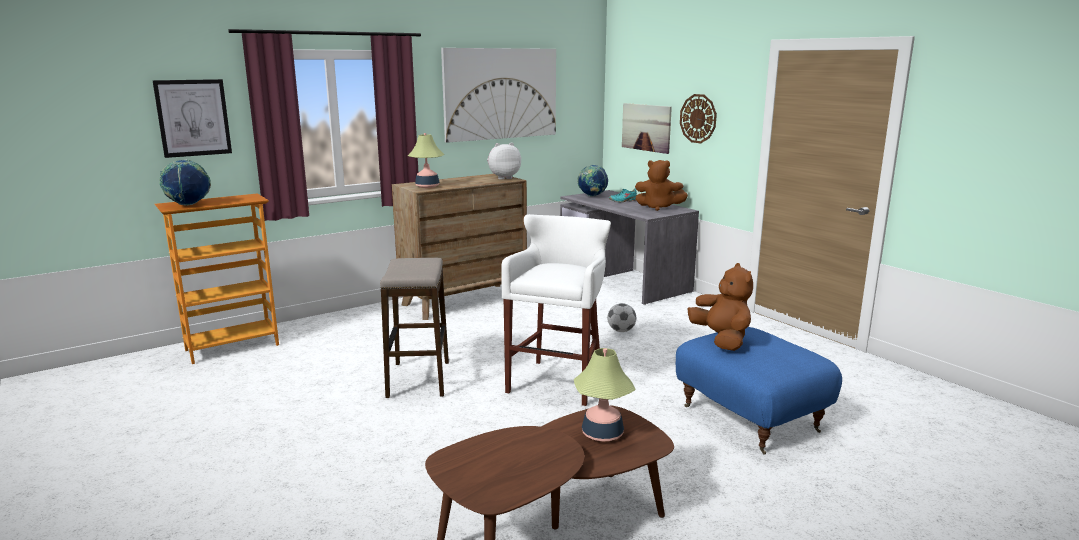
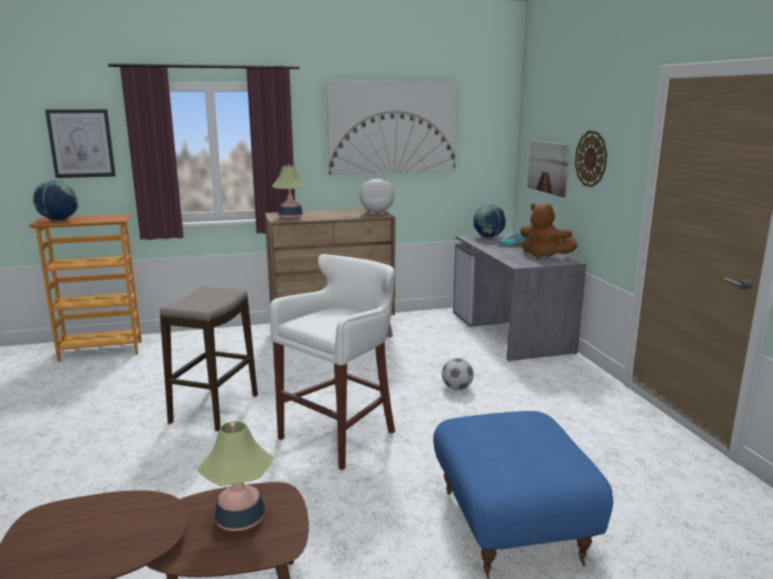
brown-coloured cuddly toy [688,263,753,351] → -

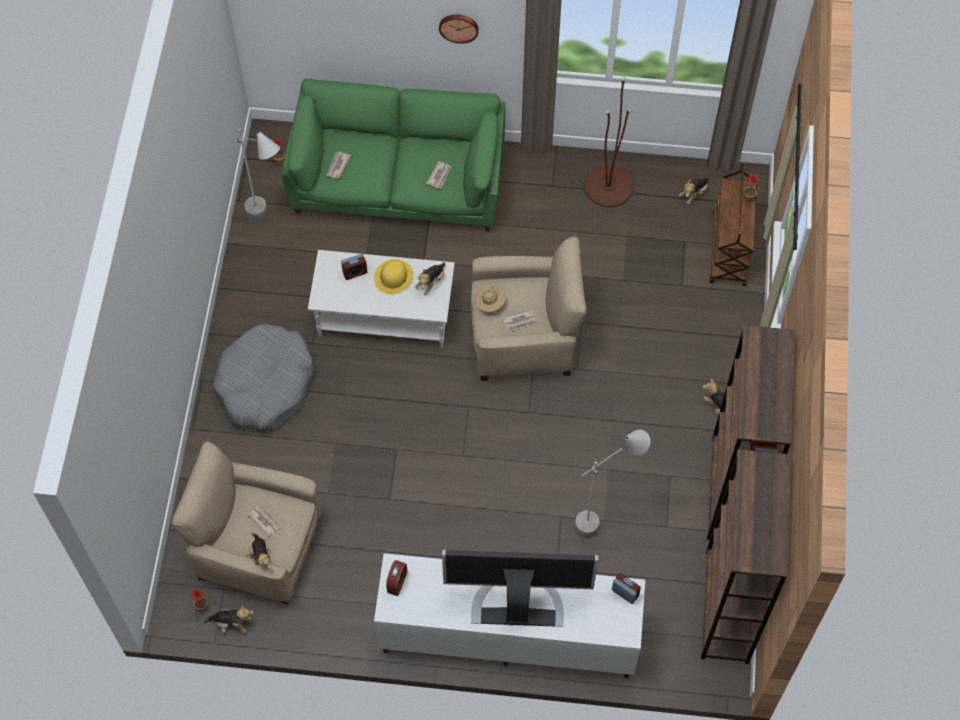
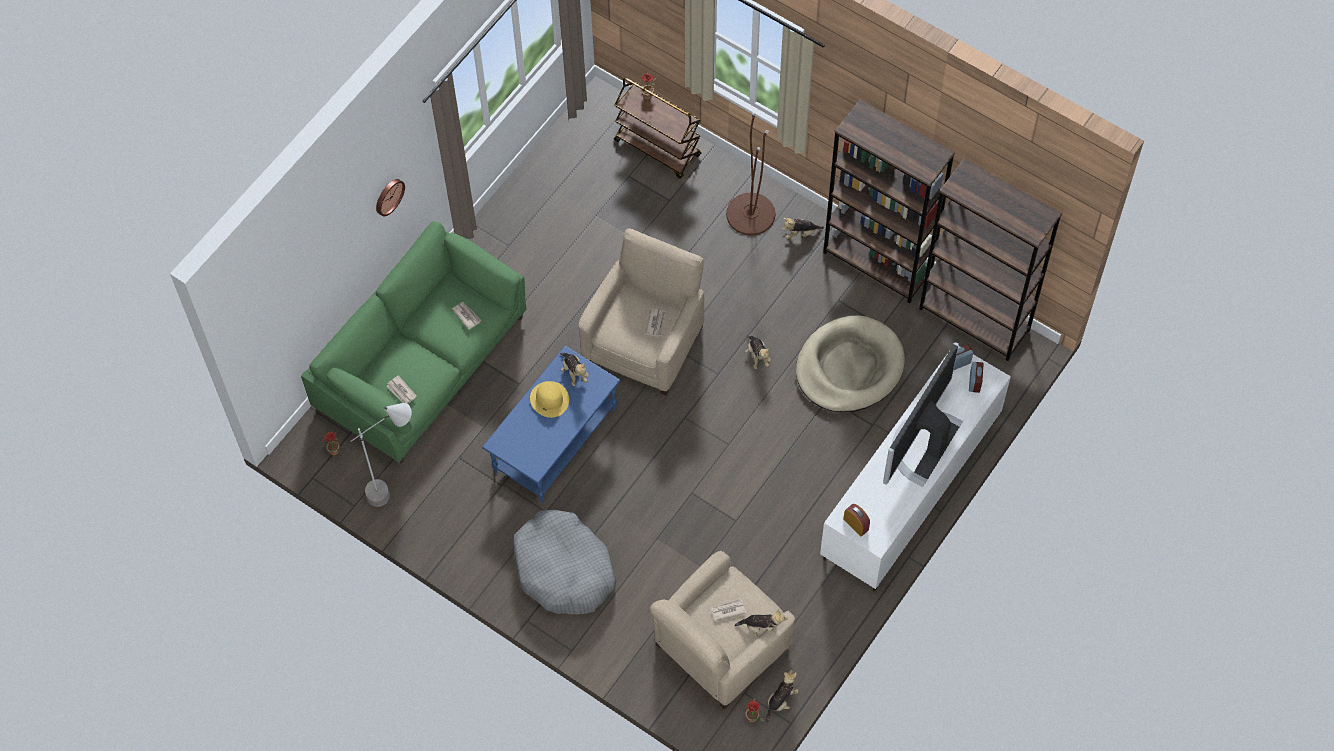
whitish coffee table [308,250,455,348] → blue-coloured coffee table [482,346,620,503]
brown-coloured standing lamp [584,77,633,207] → brown-coloured standing lamp [726,112,775,235], moved
cuddly toy [679,177,709,204] → cuddly toy [745,335,771,369], moved
gray standing lamp [575,430,650,539] → beige-coloured pet bed [796,315,905,412]
bedside clock [341,254,367,280] → bedside clock [969,362,984,393], moved
beige-coloured hat [475,286,506,312] → -

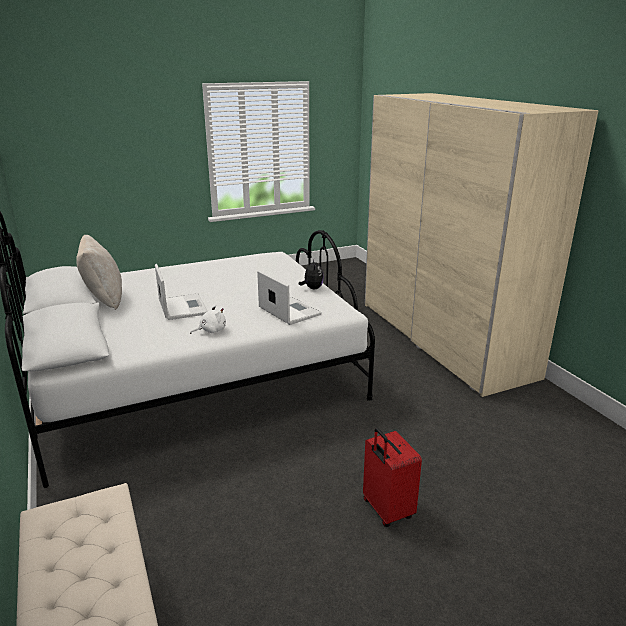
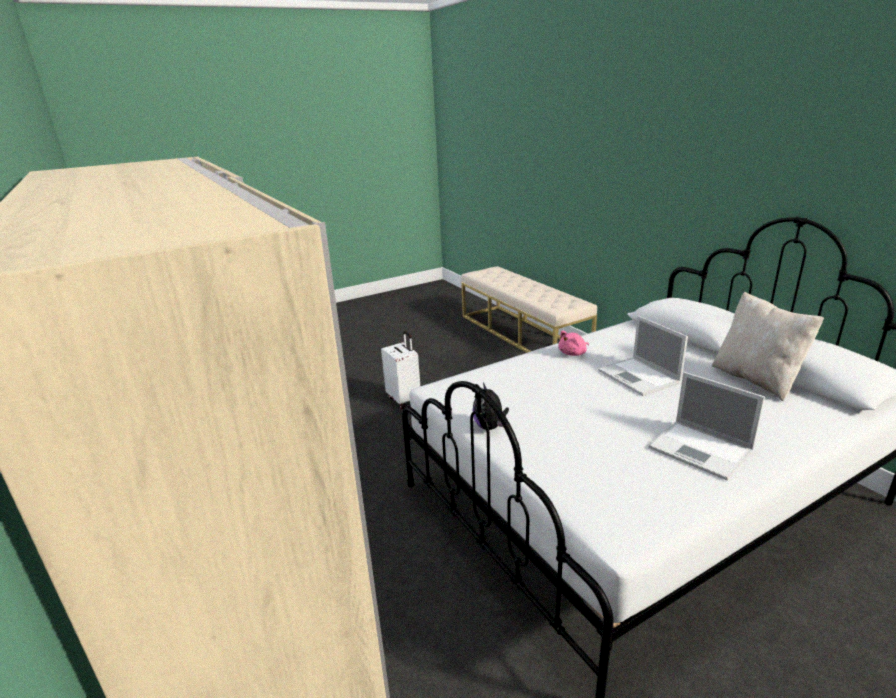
red suitcase [363,428,422,527] → whitish suitcase [381,331,420,409]
whitish cuddly toy [190,305,226,334] → pink-coloured cuddly toy [558,331,589,356]
portable computer [257,270,322,325] → portable computer [649,372,765,481], moved

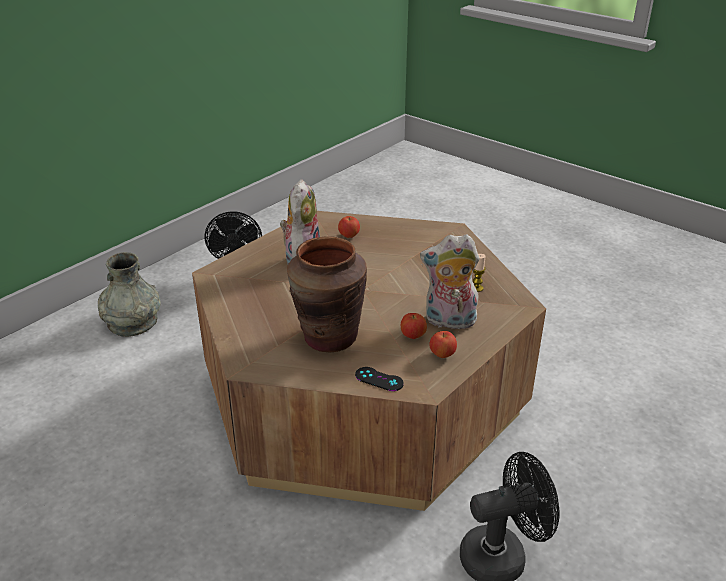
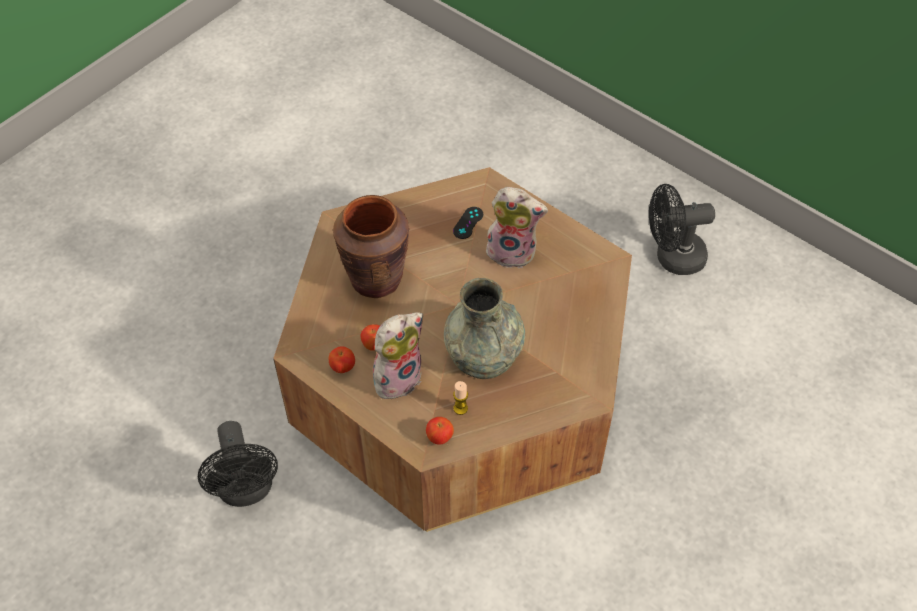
cuddly toy [420,234,480,329] → cuddly toy [373,312,423,399], 45 degrees clockwise
apple [338,216,360,238] → apple [426,417,454,445], moved
gray vase [98,252,160,337] → gray vase [444,278,525,379], moved
black-coloured gamepad [355,367,404,391] → black-coloured gamepad [453,207,483,239], moved

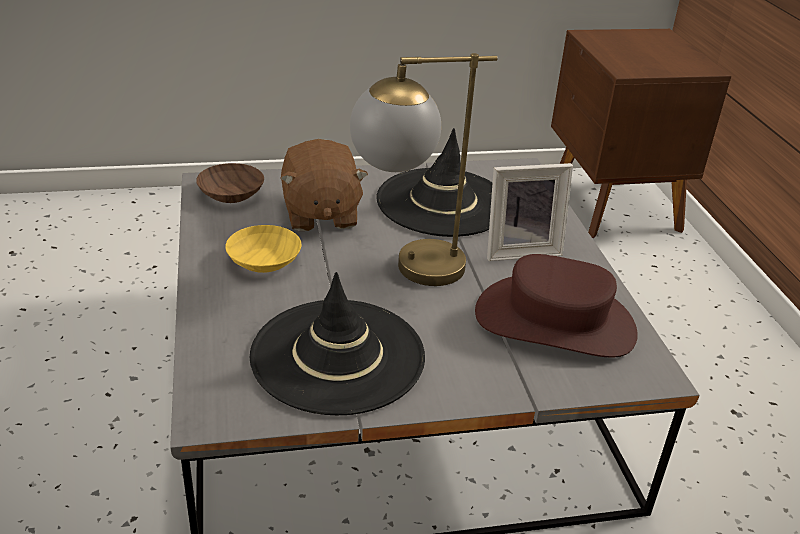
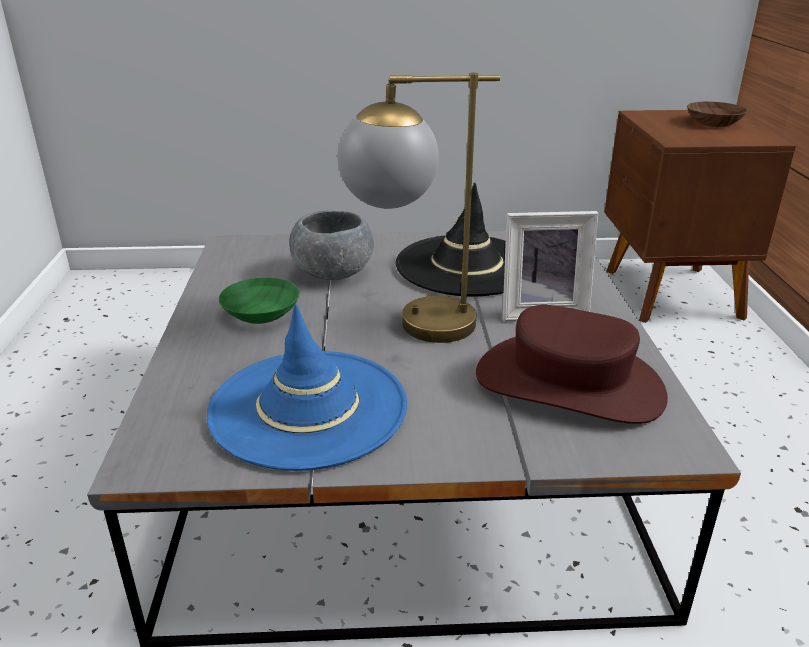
black-coloured hat [249,272,425,415] → blue-coloured hat [207,304,407,471]
yellow-coloured serving bowl [225,225,302,273] → green serving bowl [219,277,300,324]
brown-coloured cuddly toy [280,139,368,231] → gray serving bowl [289,210,374,280]
brown-coloured serving bowl [196,163,264,203] → brown-coloured serving bowl [687,102,748,127], moved

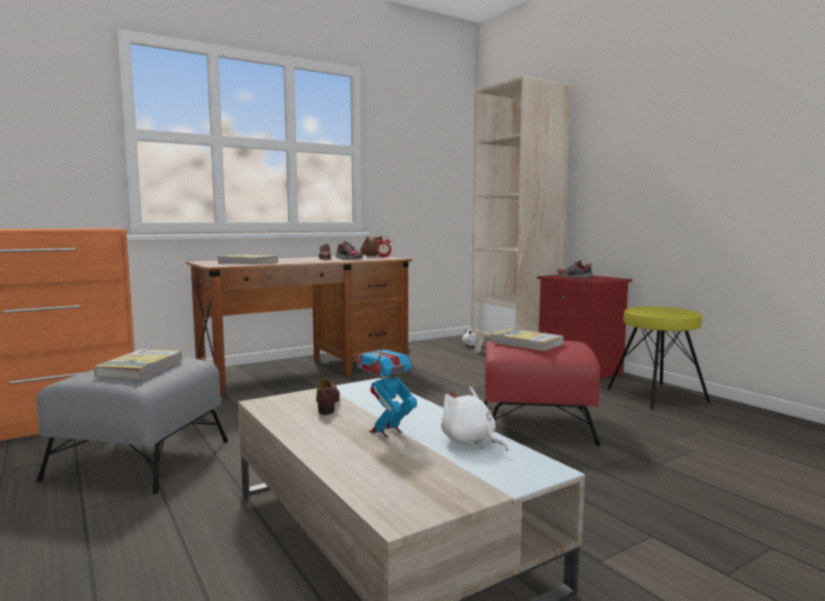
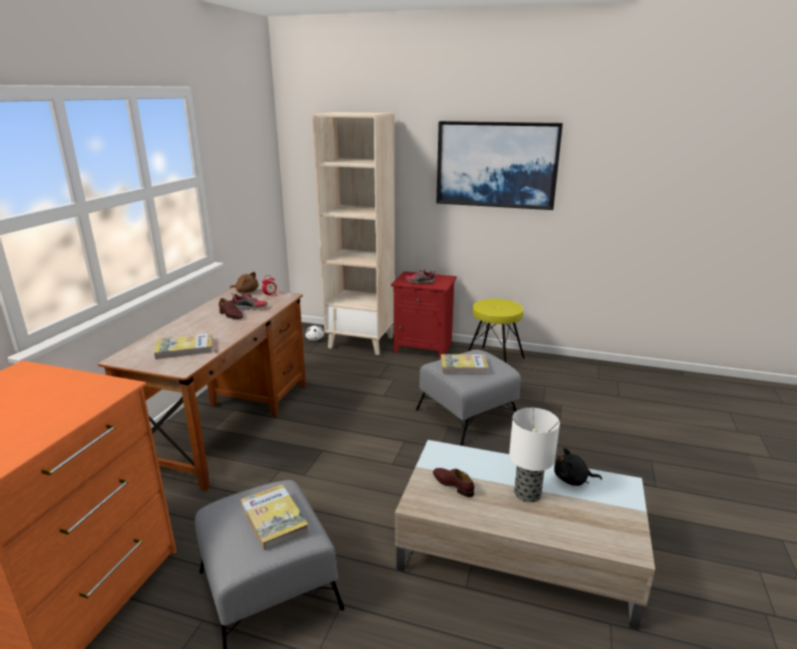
red pouffe [484,340,600,446] → gray pouffe [416,349,521,446]
- → wall picture [436,121,563,210]
robot figure [357,339,417,438] → tabletop lamp [509,408,560,503]
whitish cuddly toy [441,387,508,451] → black-coloured cuddly toy [554,448,602,486]

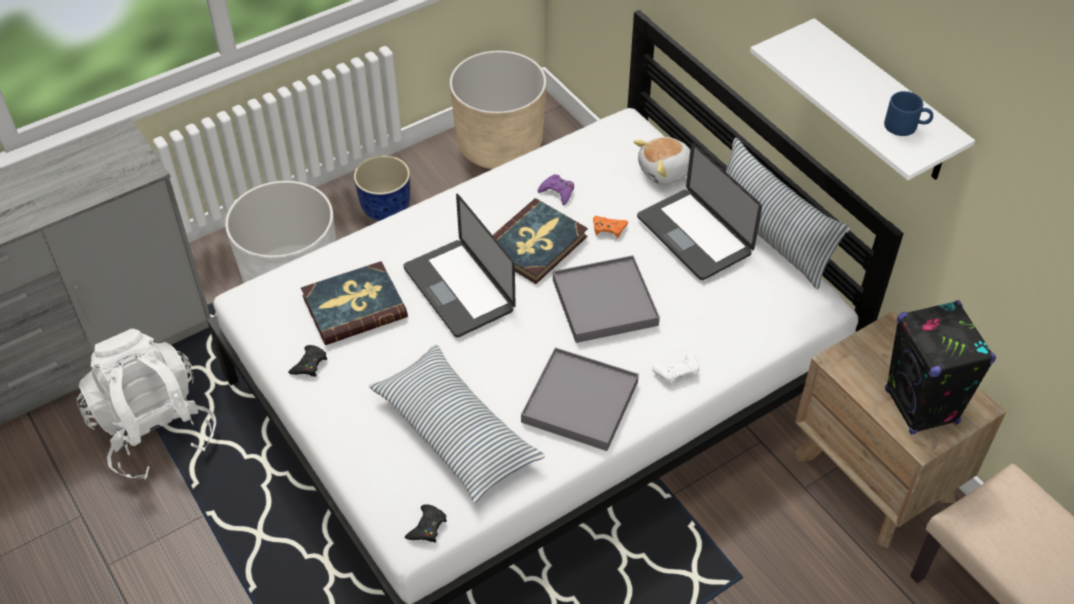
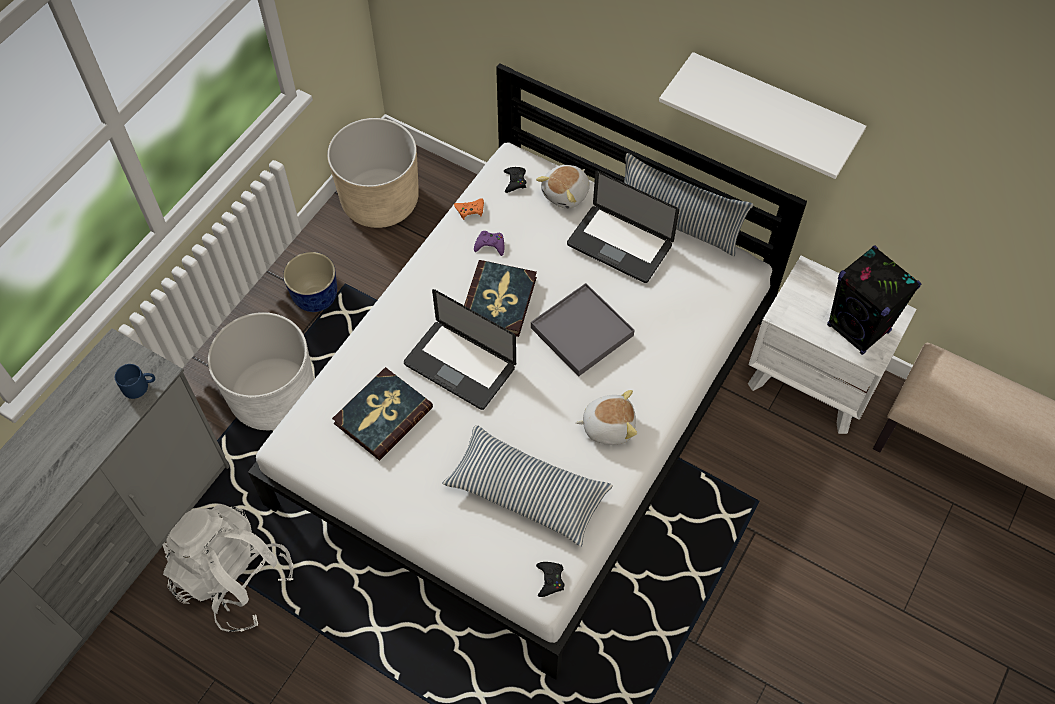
blue-coloured tea mug [884,91,933,136] → blue-coloured tea mug [115,364,155,399], moved
orange-coloured gamepad [593,216,628,239] → orange-coloured gamepad [454,198,484,220], moved
black-coloured gamepad [288,345,327,377] → black-coloured gamepad [504,167,526,193], moved
gray carrying tray [521,348,639,451] → cuddly toy [575,390,637,445]
brown-coloured bedside table [795,311,1006,548] → whitish bedside table [748,256,917,434]
whitish gamepad [652,353,699,385] → -

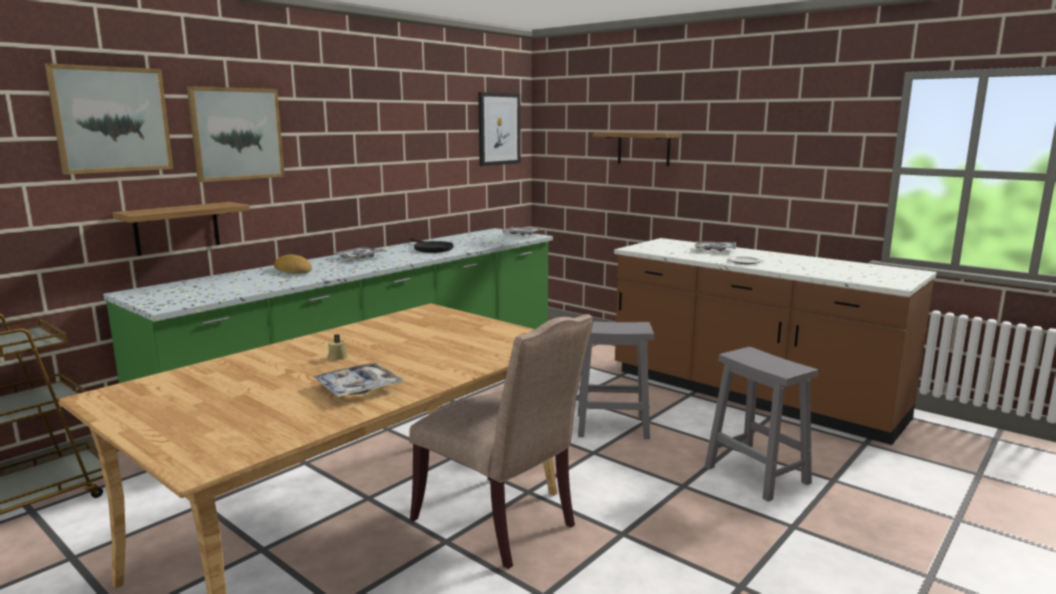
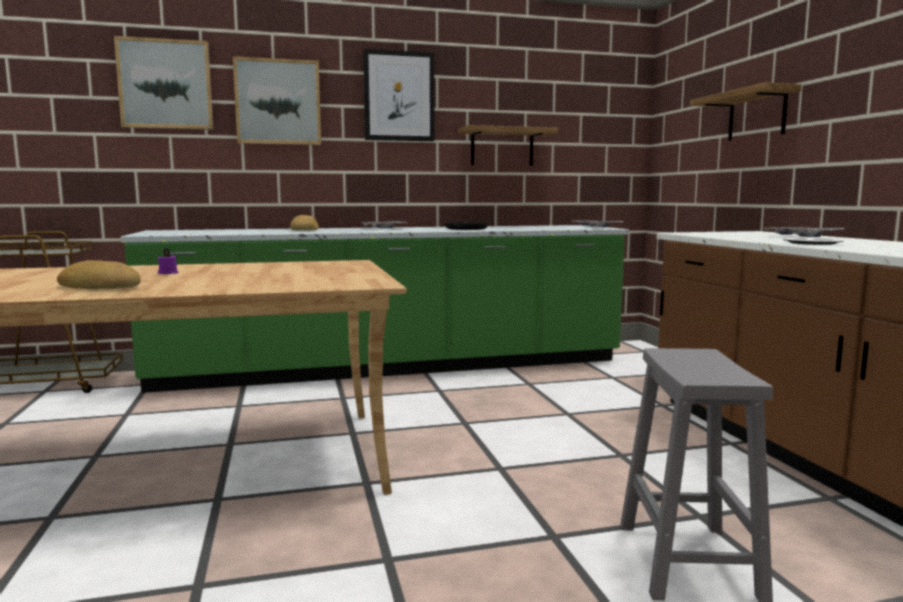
carrying tray [313,362,404,397] → baked bread [57,260,141,289]
beige-coloured wax candle [327,334,348,360] → purple-coloured wax candle [158,249,179,274]
wall picture [478,92,520,166] → wall picture [363,49,434,141], moved
wall shelf [112,202,250,256] → wall shelf [458,125,558,166], moved
beige-coloured plain chair [409,314,593,569] → -
gray sitting stool [578,321,654,439] → -

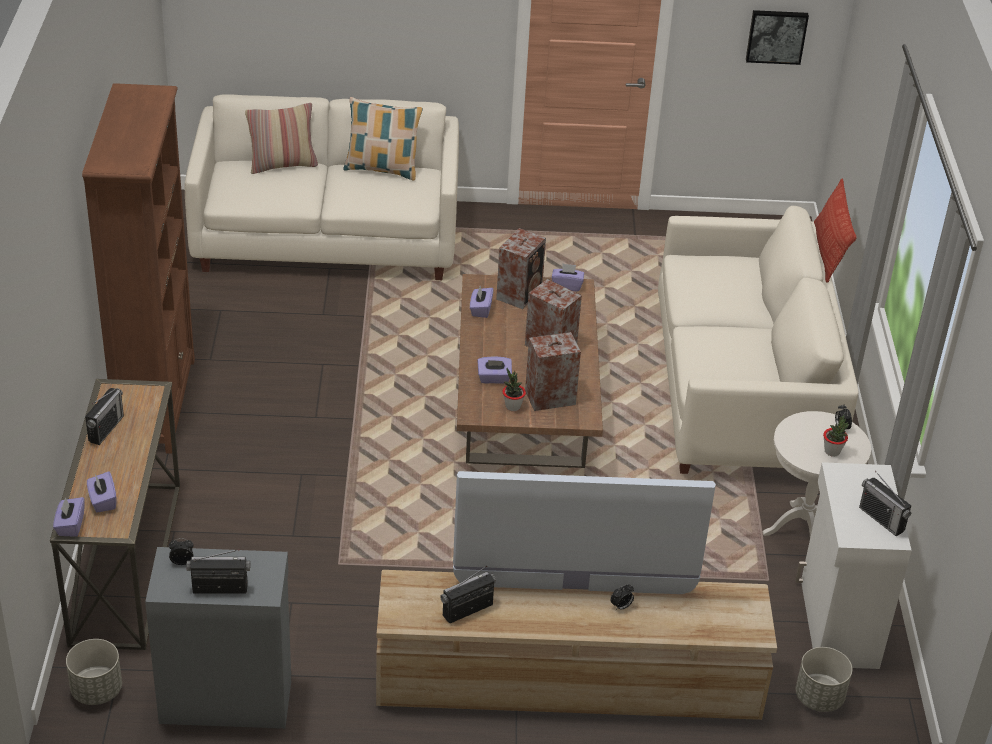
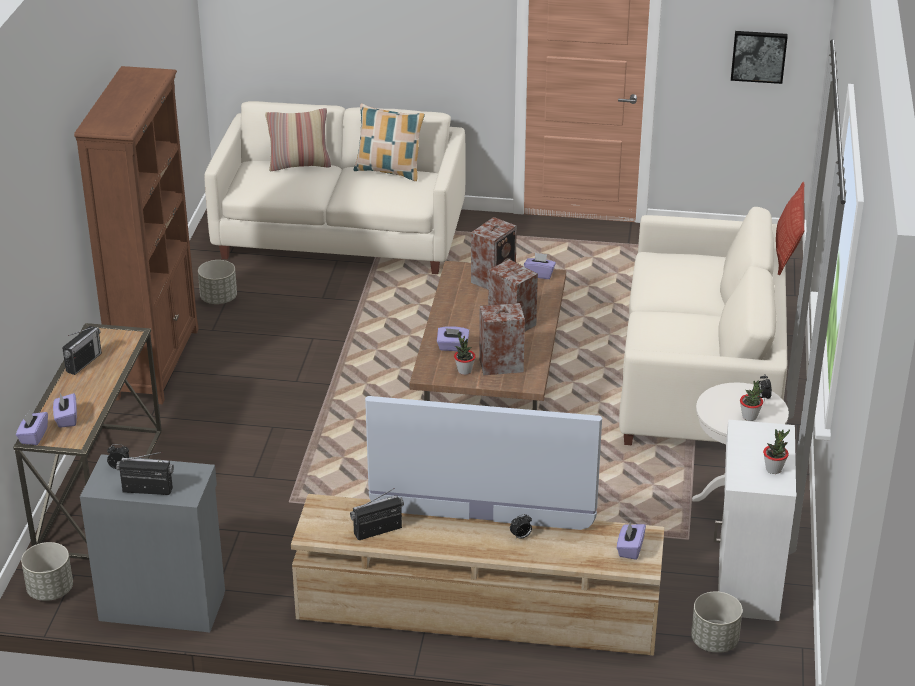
- → gray planter [198,260,237,304]
purple-coloured tissue holder [470,286,494,318] → purple-coloured tissue holder [617,522,646,560], moved
radio [859,471,911,536] → potted plant [763,429,790,474]

